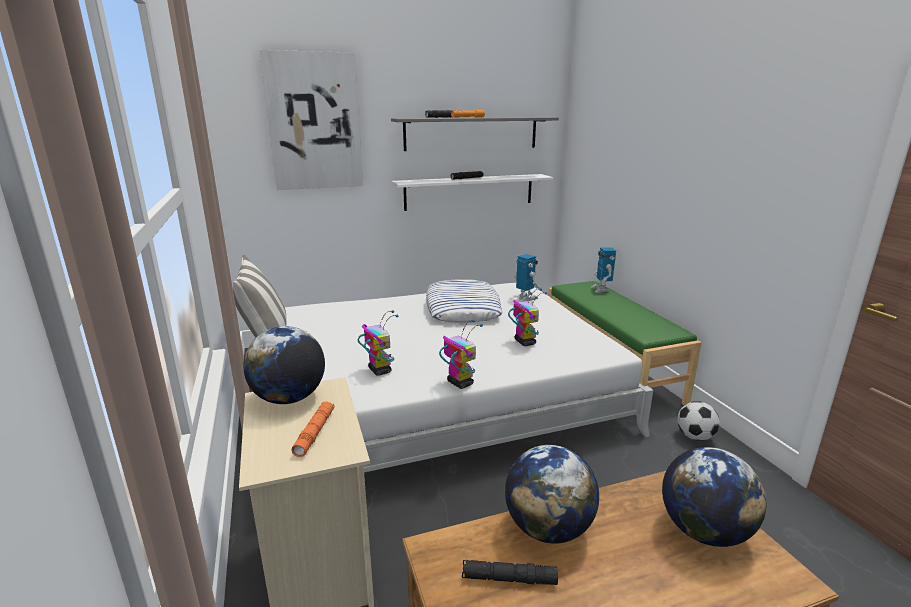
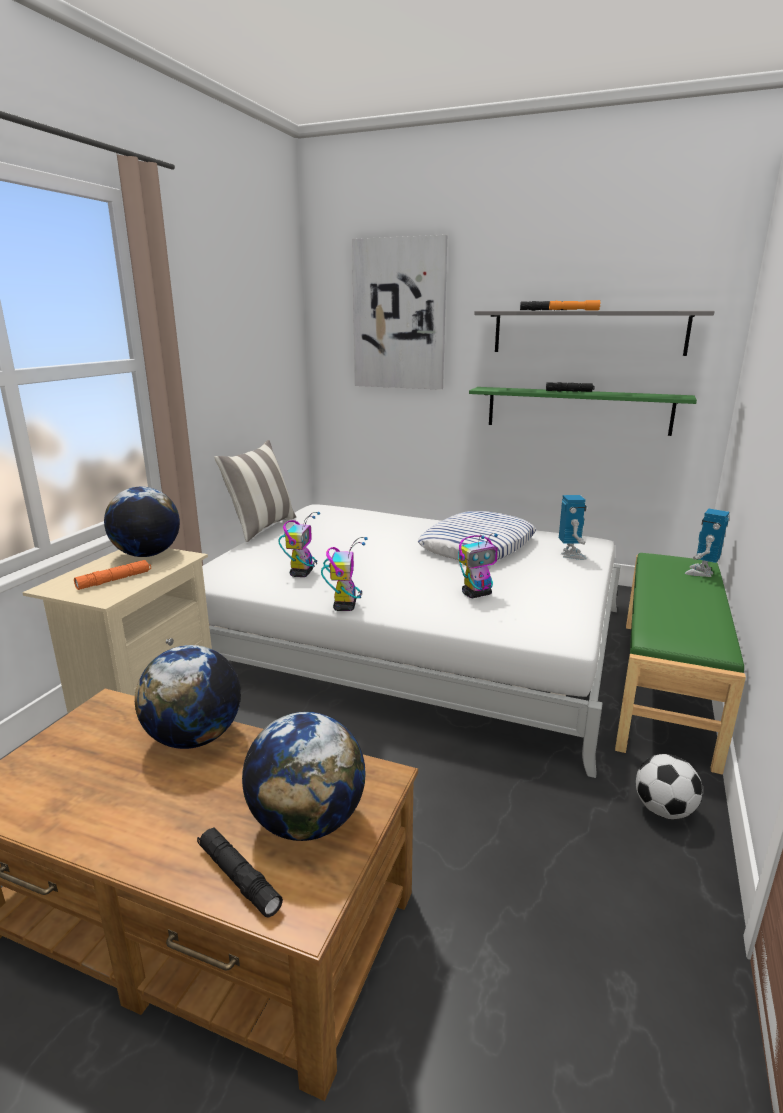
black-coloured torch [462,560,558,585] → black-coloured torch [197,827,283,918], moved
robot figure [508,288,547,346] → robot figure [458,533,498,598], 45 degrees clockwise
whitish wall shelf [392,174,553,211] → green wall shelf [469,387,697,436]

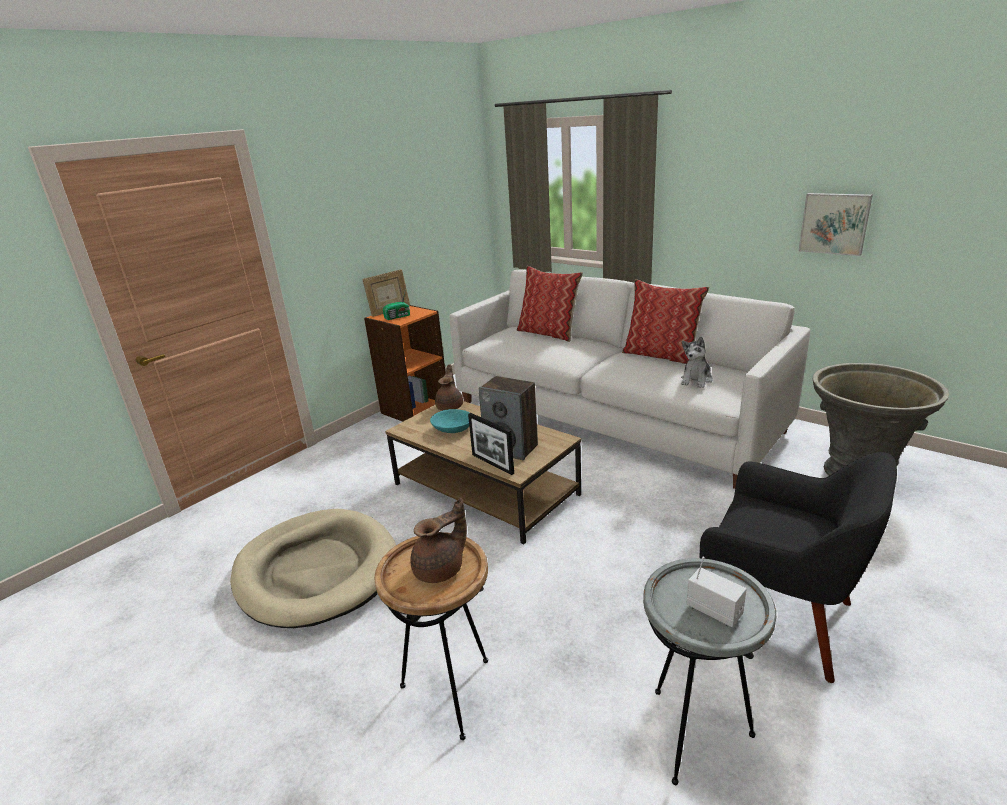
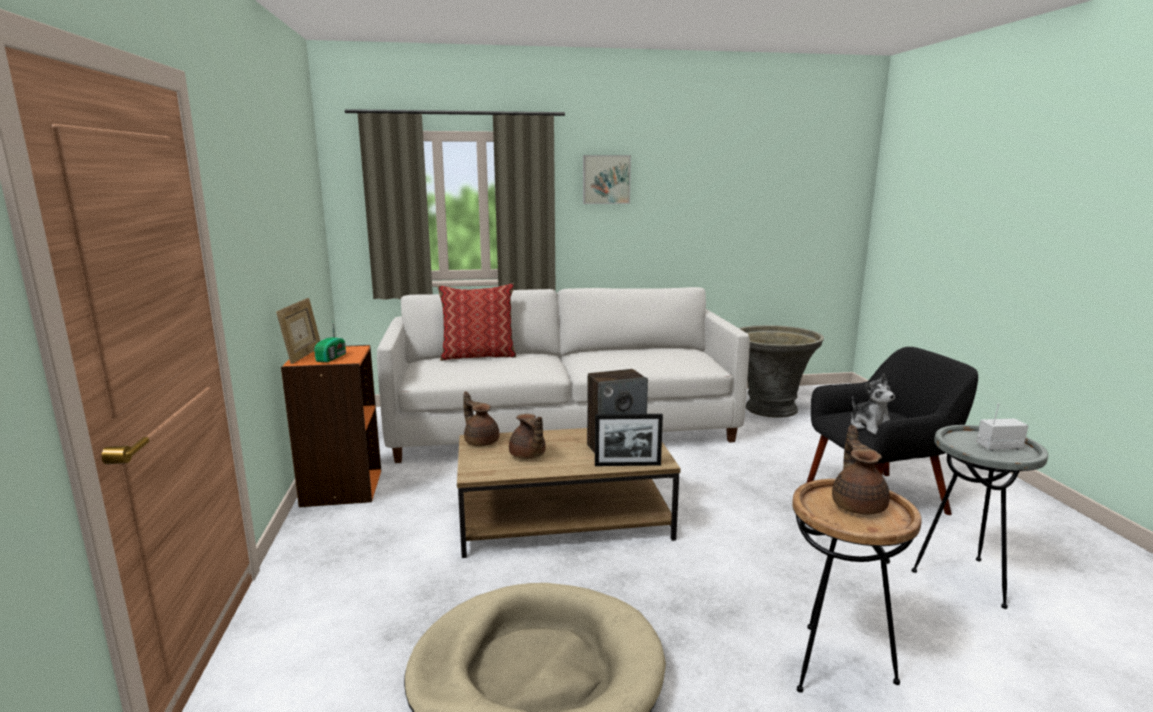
blue-green serving bowl [430,409,470,433] → brown-coloured tea pot [509,414,546,459]
wall picture [799,193,873,256] → wall picture [583,155,631,204], moved
cuddly toy [681,336,713,388] → cuddly toy [851,374,895,435], moved
cushion [622,279,709,364] → -

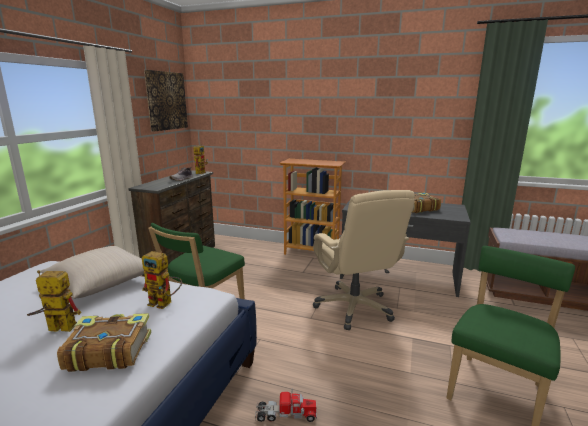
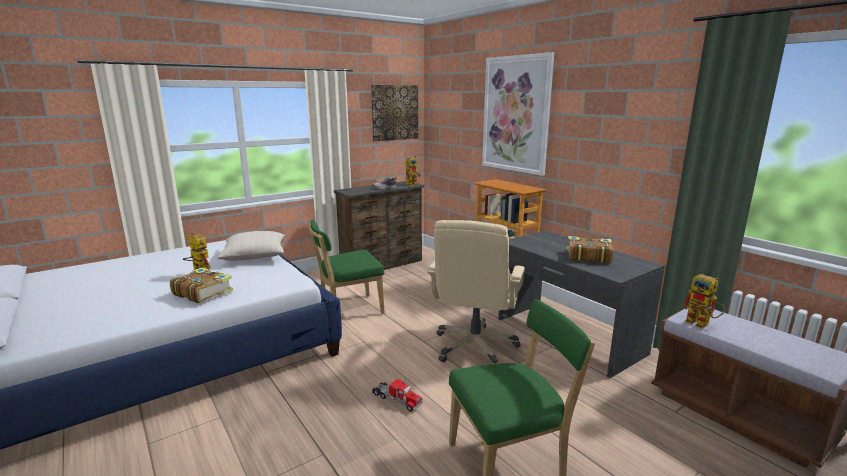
toy lorry [255,388,317,422] → toy lorry [372,379,423,412], moved
- → wall picture [482,52,554,176]
robot figure [142,251,182,309] → robot figure [682,274,725,329], moved

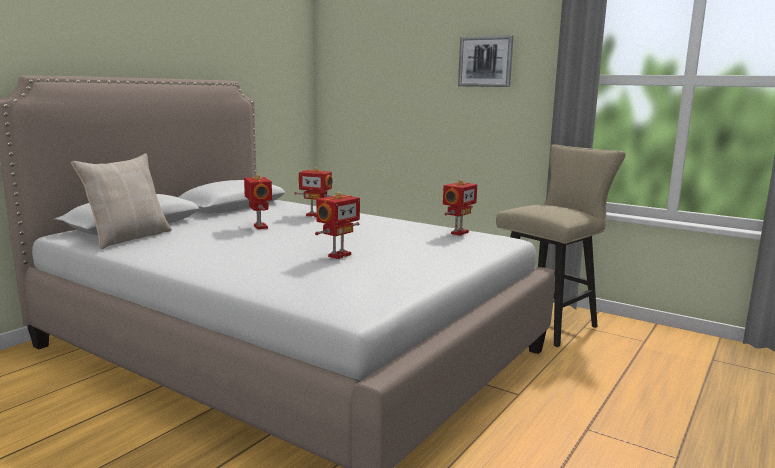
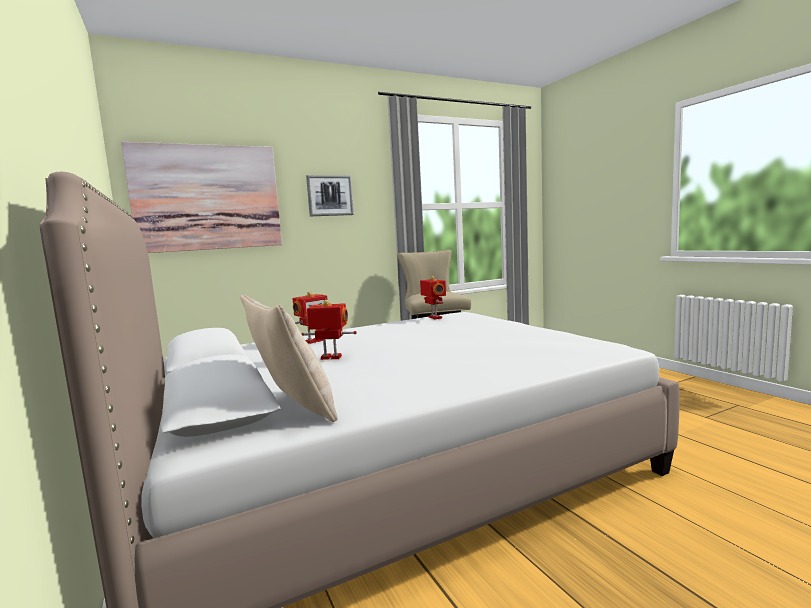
- → wall picture [121,142,282,253]
robot figure [315,191,360,259] → -

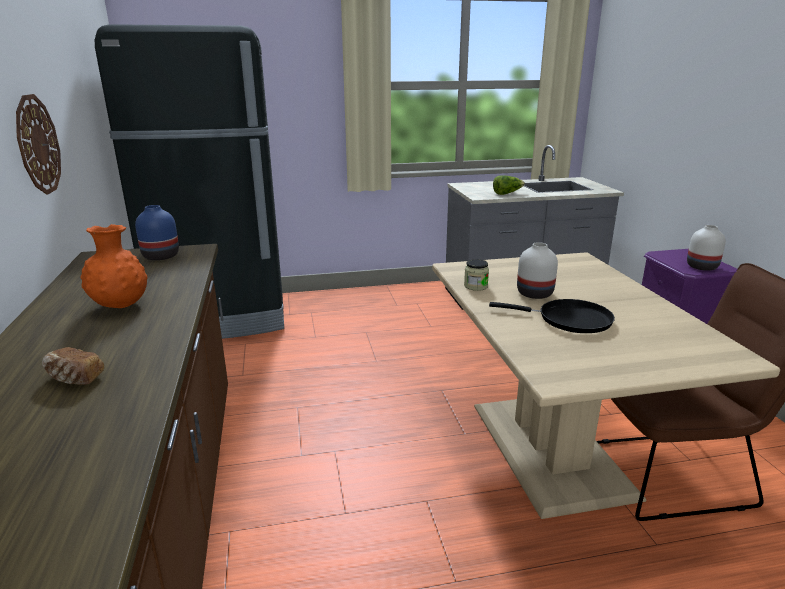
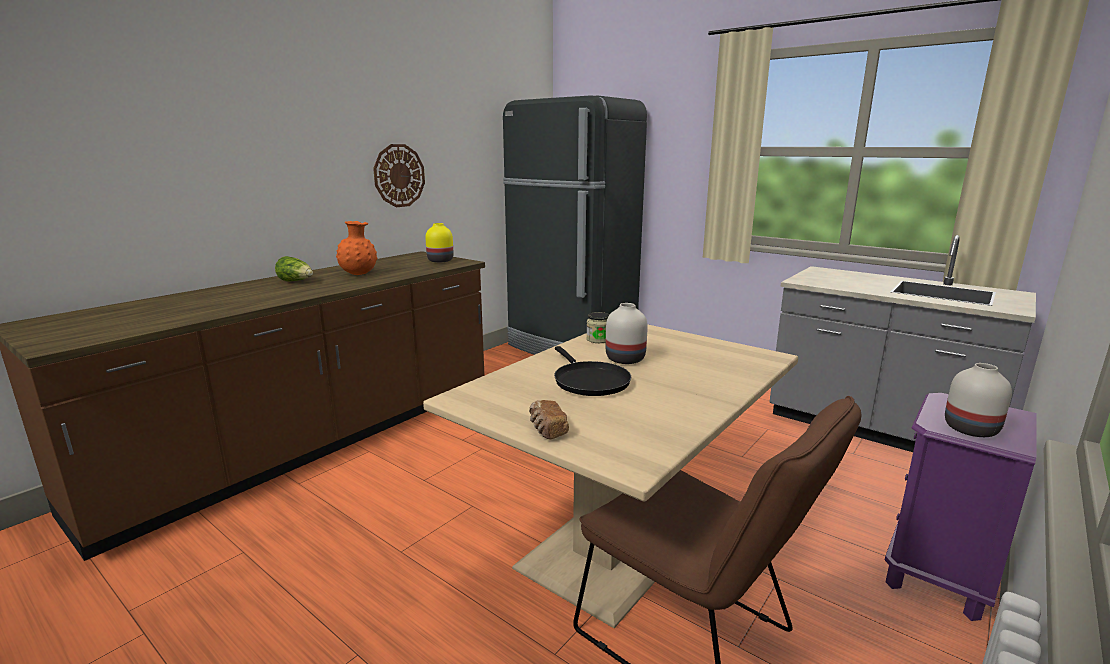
lettuce [493,175,525,195] → lettuce [275,256,313,281], moved
blue-coloured vase [135,205,179,260] → yellow-coloured vase [425,223,453,263]
baked bread [42,347,104,385] → baked bread [529,400,569,440], moved

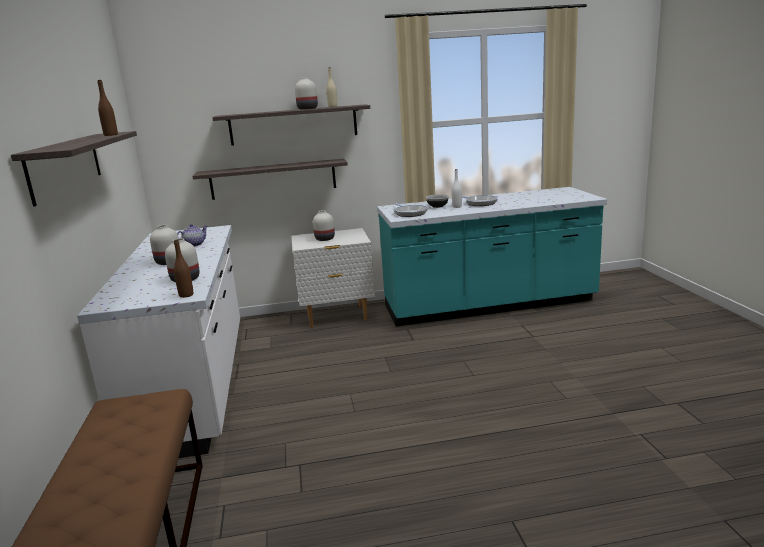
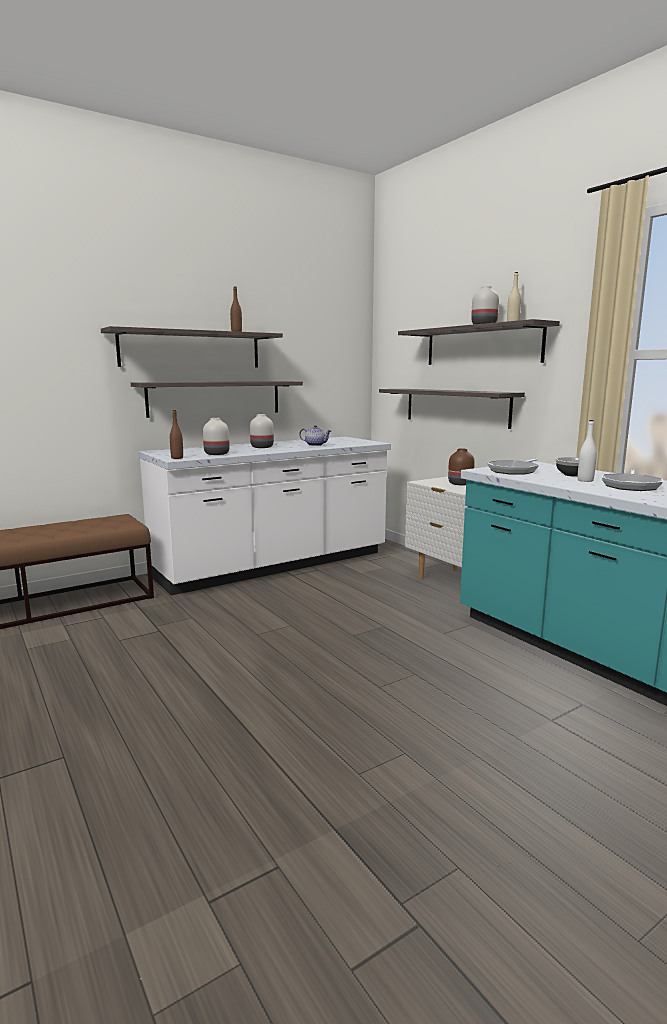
- → wall shelf [131,381,303,418]
whitish vase [313,210,335,241] → brown-coloured vase [448,448,475,485]

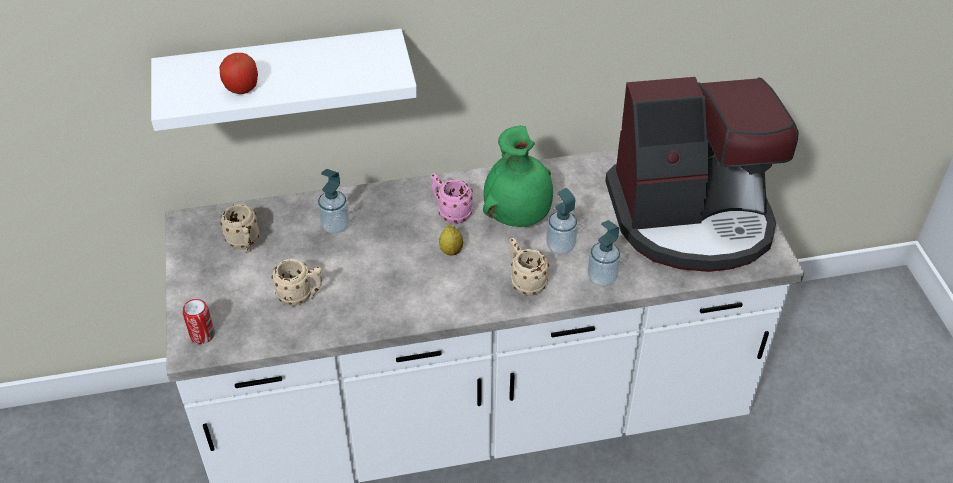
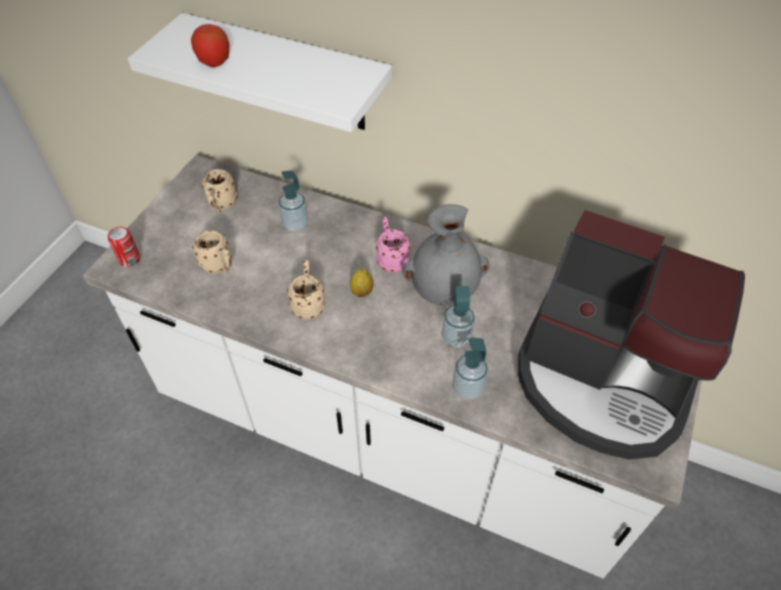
beige-coloured tea mug [510,238,549,296] → beige-coloured tea mug [287,260,325,320], moved
green vase [483,126,553,227] → gray vase [403,204,490,306]

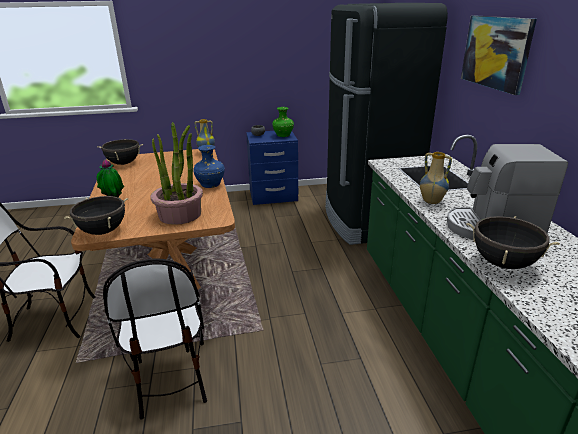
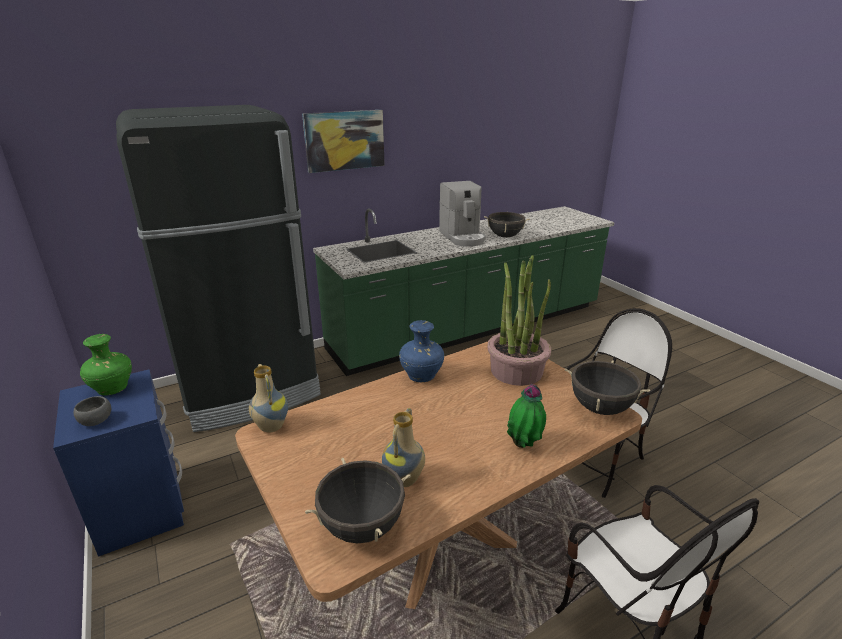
vase [420,152,452,204] → vase [382,408,425,487], moved

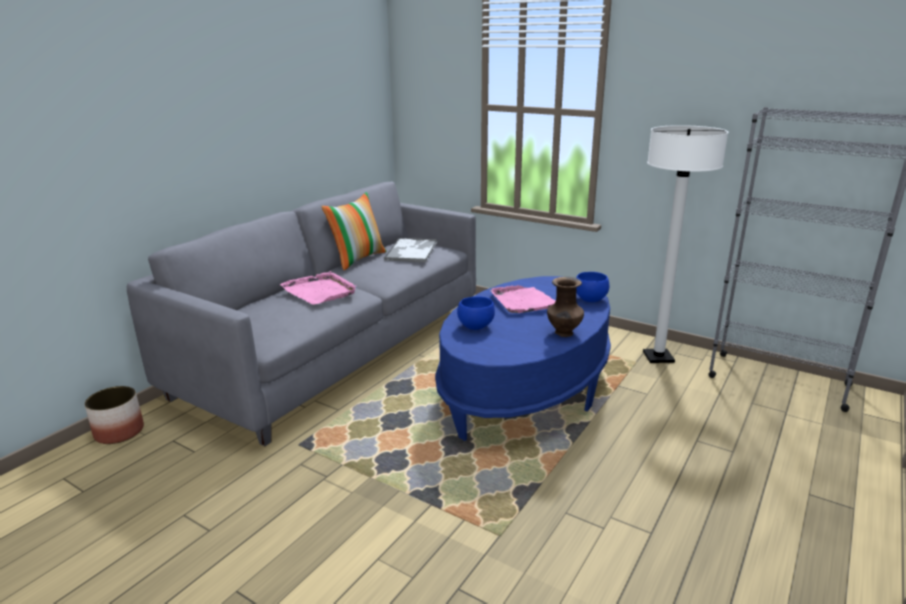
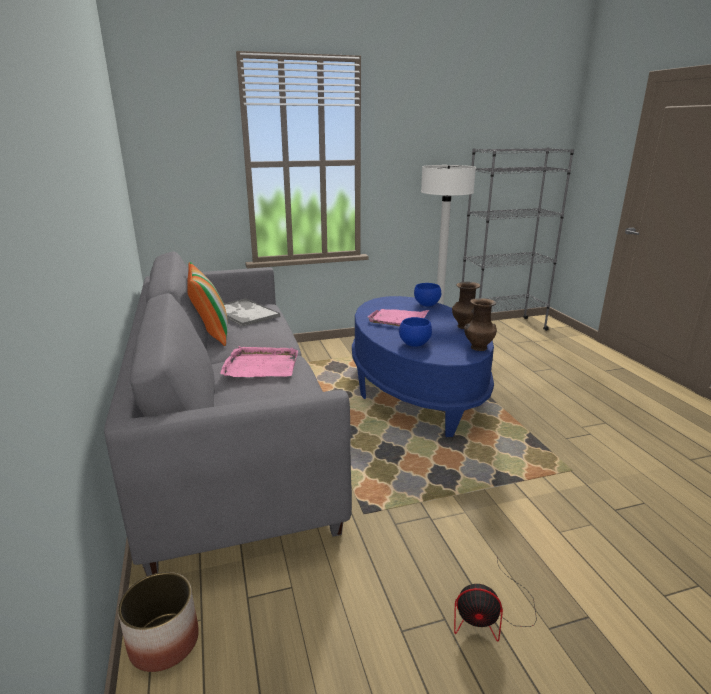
- → electric fan [454,559,537,642]
- → brown-coloured vase [464,298,497,351]

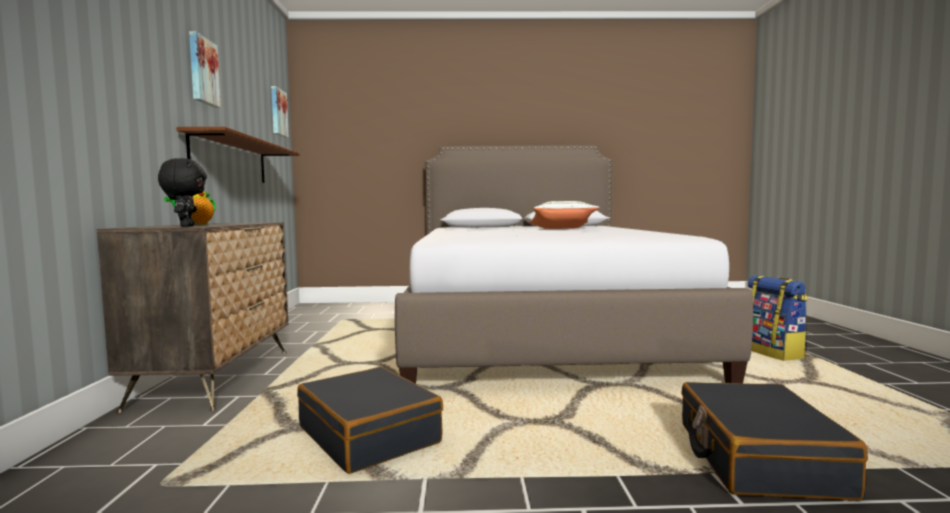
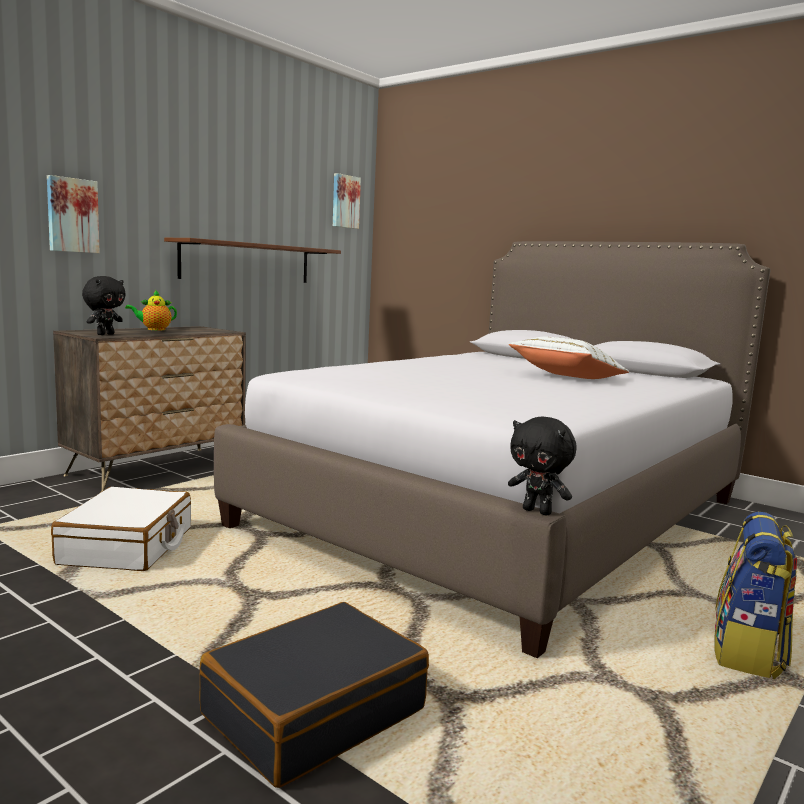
wall picture [189,31,221,108] → wall picture [47,175,100,253], moved
black-coloured suitcase [297,367,443,474] → whitish suitcase [51,487,191,571]
- → black-coloured cuddly toy [508,417,576,515]

